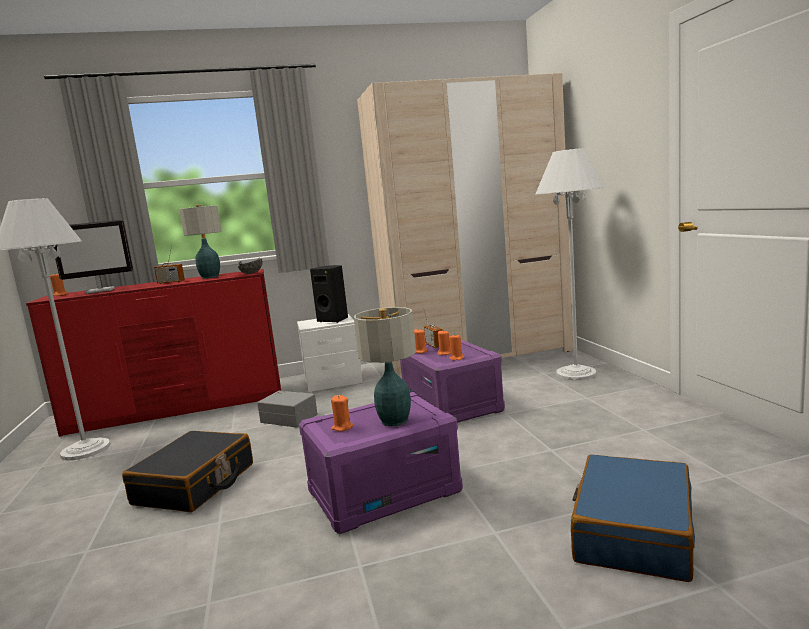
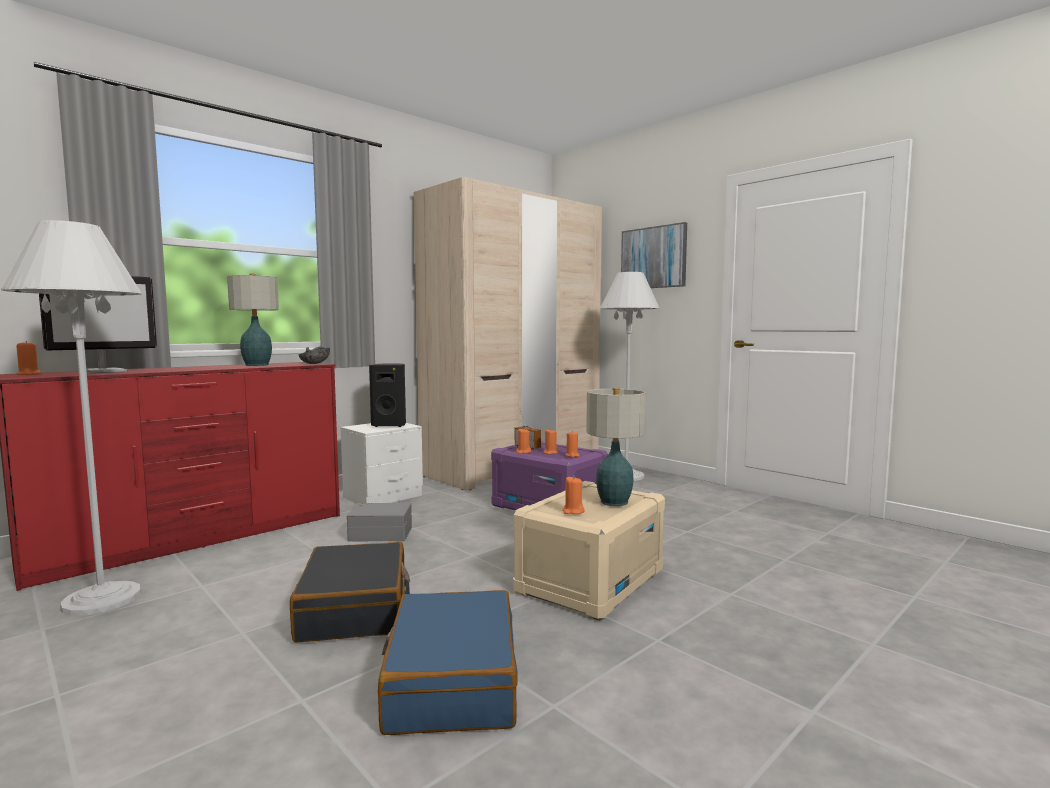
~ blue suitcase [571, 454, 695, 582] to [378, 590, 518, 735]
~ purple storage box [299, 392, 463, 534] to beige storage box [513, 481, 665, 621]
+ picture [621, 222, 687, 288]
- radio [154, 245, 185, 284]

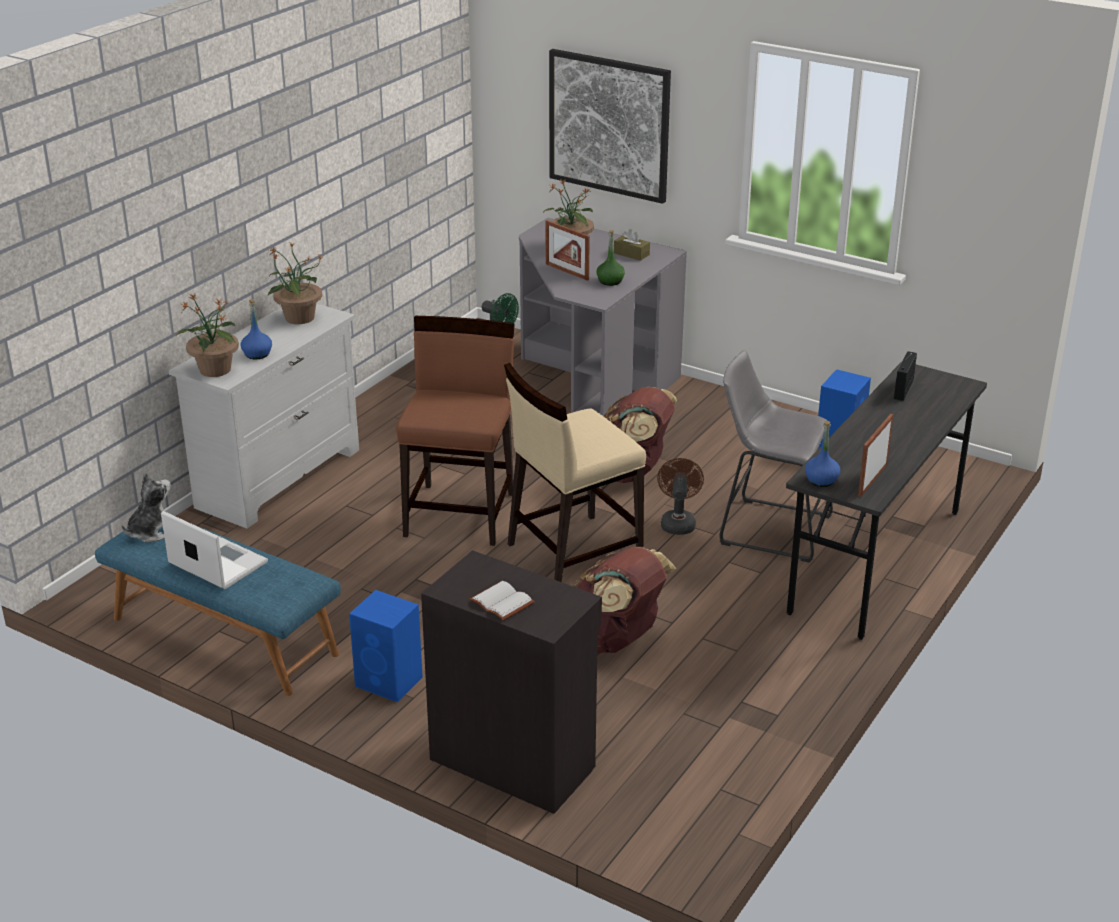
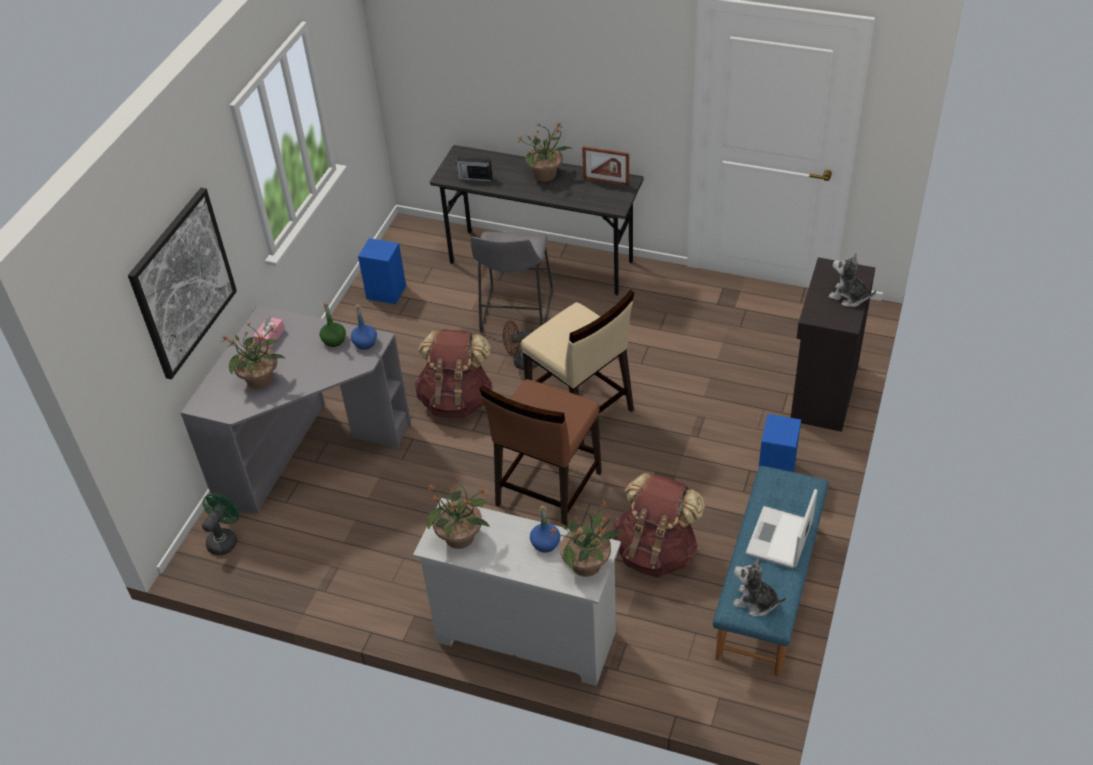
~ brown tissue box [614, 229, 650, 261] to pink tissue box [253, 316, 285, 349]
~ blue bottle [805, 421, 840, 487] to [351, 304, 377, 349]
~ brown chair [396, 316, 515, 546] = [479, 379, 602, 527] 60 degrees counterclockwise
+ potted plant [517, 123, 572, 181]
~ brown backpack [571, 547, 677, 654] to [613, 473, 705, 577]
~ white book [470, 581, 535, 621] to plush toy [829, 253, 876, 307]
- picture frame [546, 220, 590, 281]

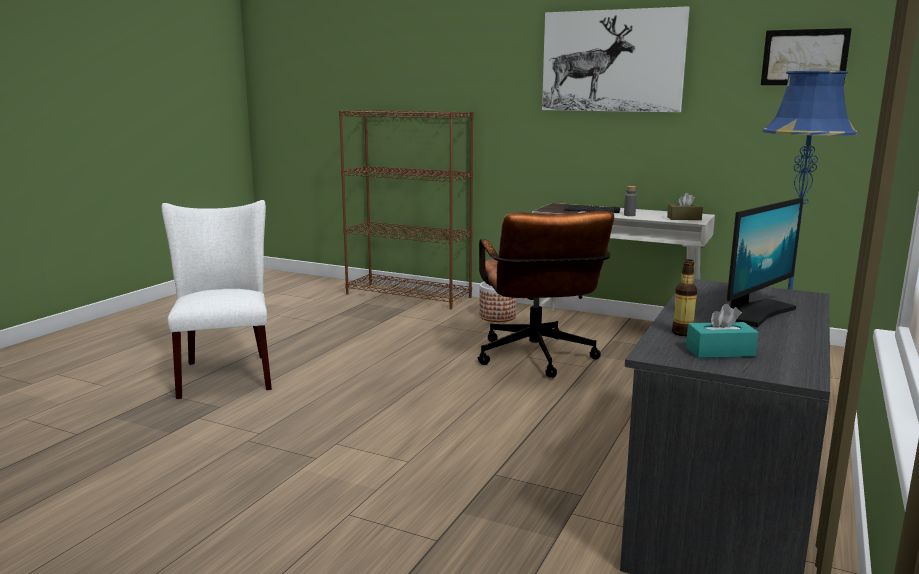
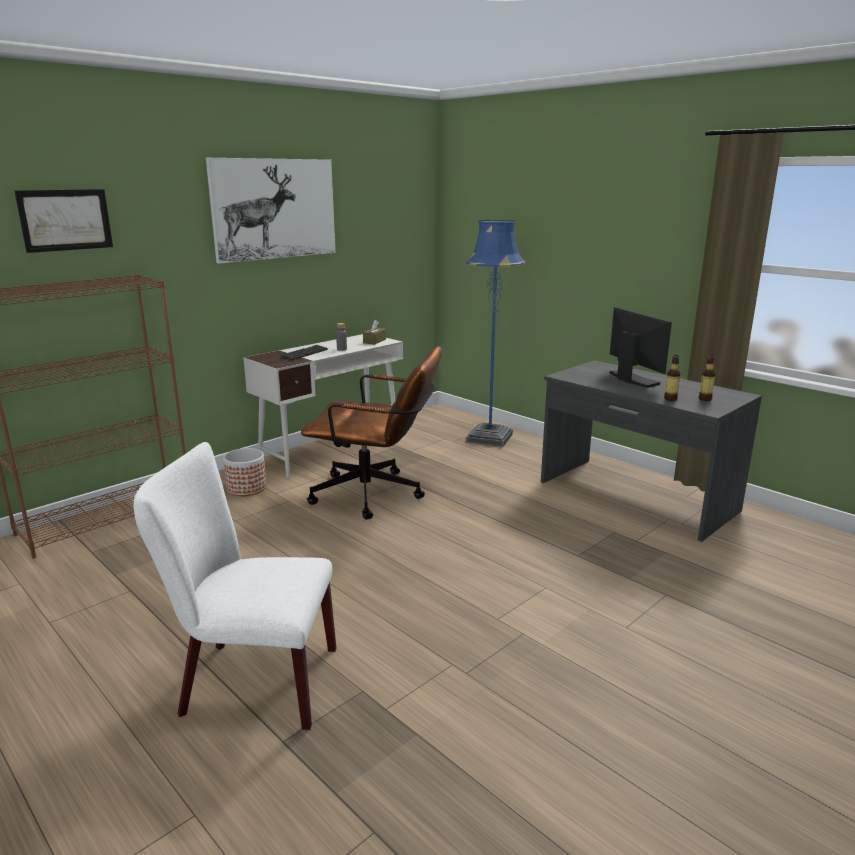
~ picture [761, 28, 852, 85] to [15, 189, 113, 253]
~ turquoise tissue box [686, 304, 758, 358] to bottle [699, 355, 716, 401]

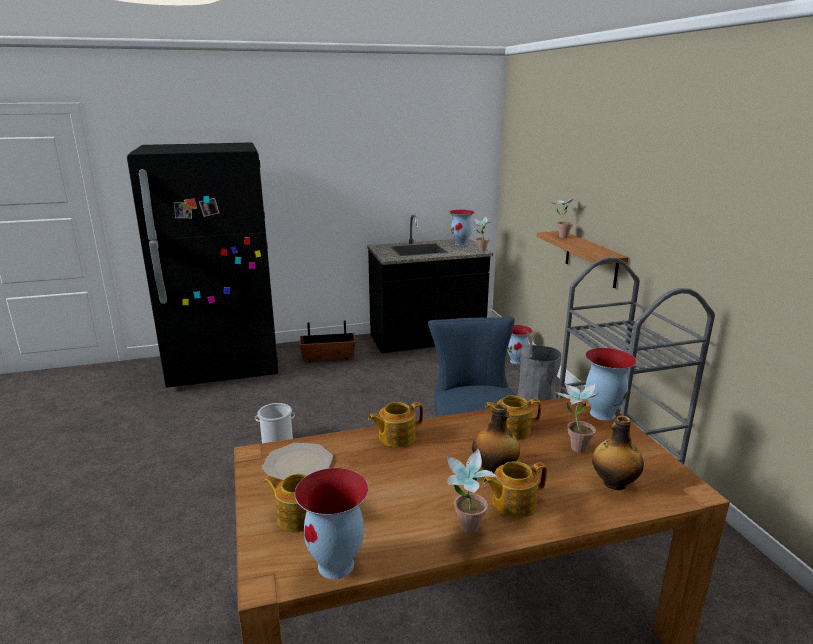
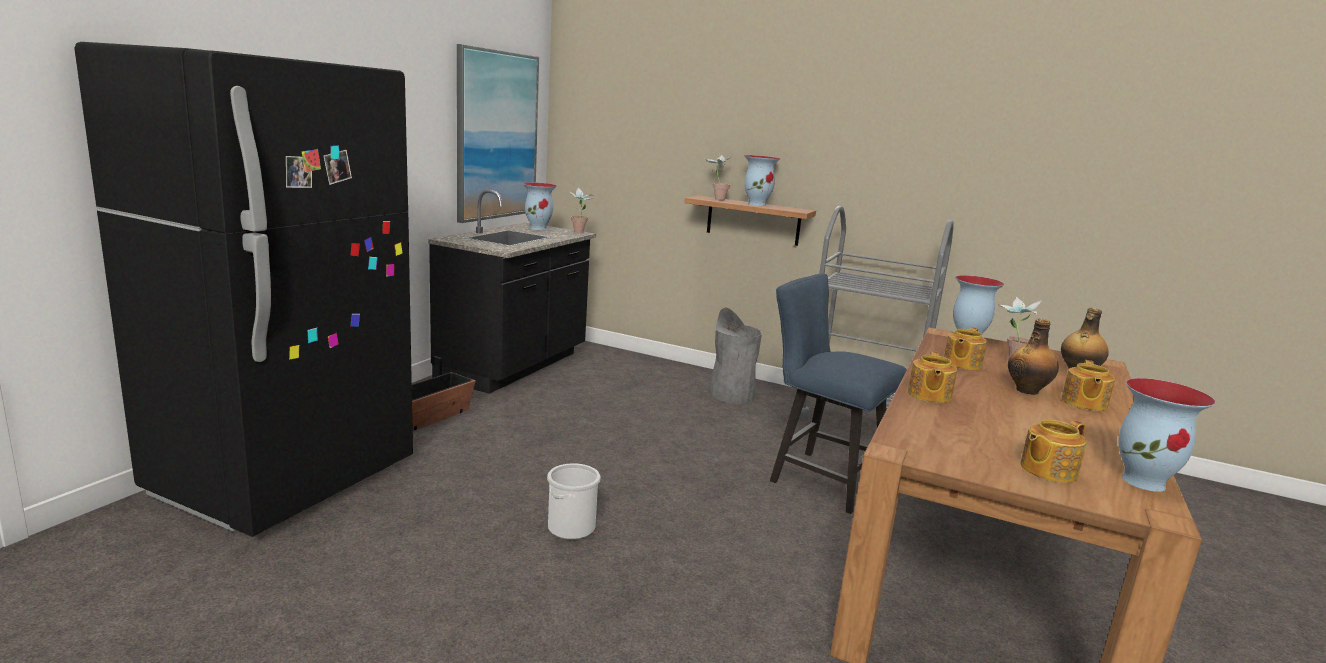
+ picture [457, 44, 539, 223]
~ vase [507, 325, 533, 364] to [744, 155, 780, 206]
- plate [262, 443, 333, 480]
- potted plant [446, 449, 498, 534]

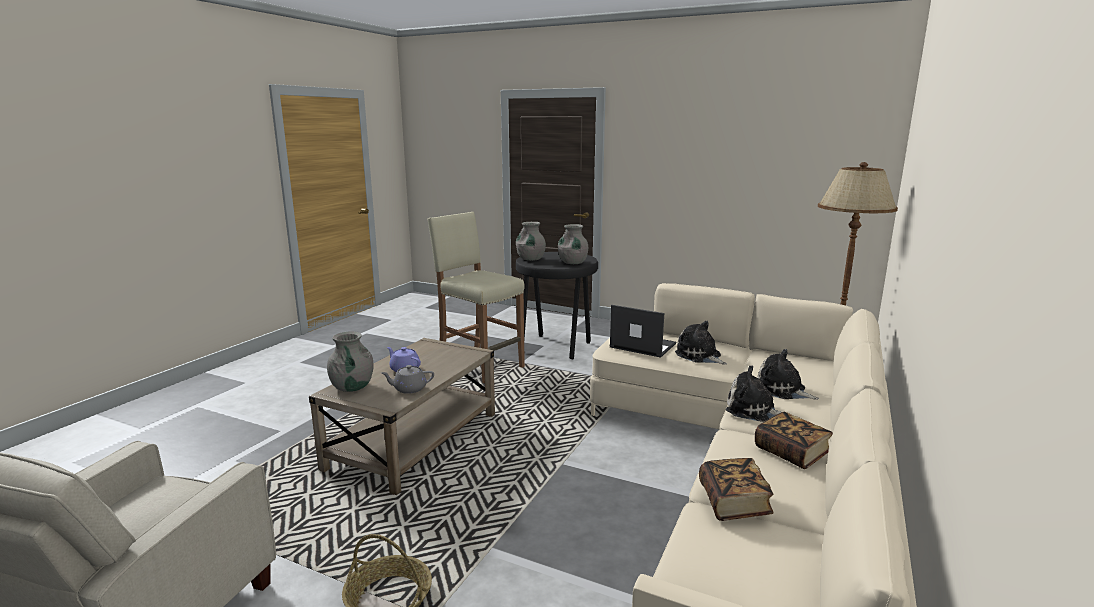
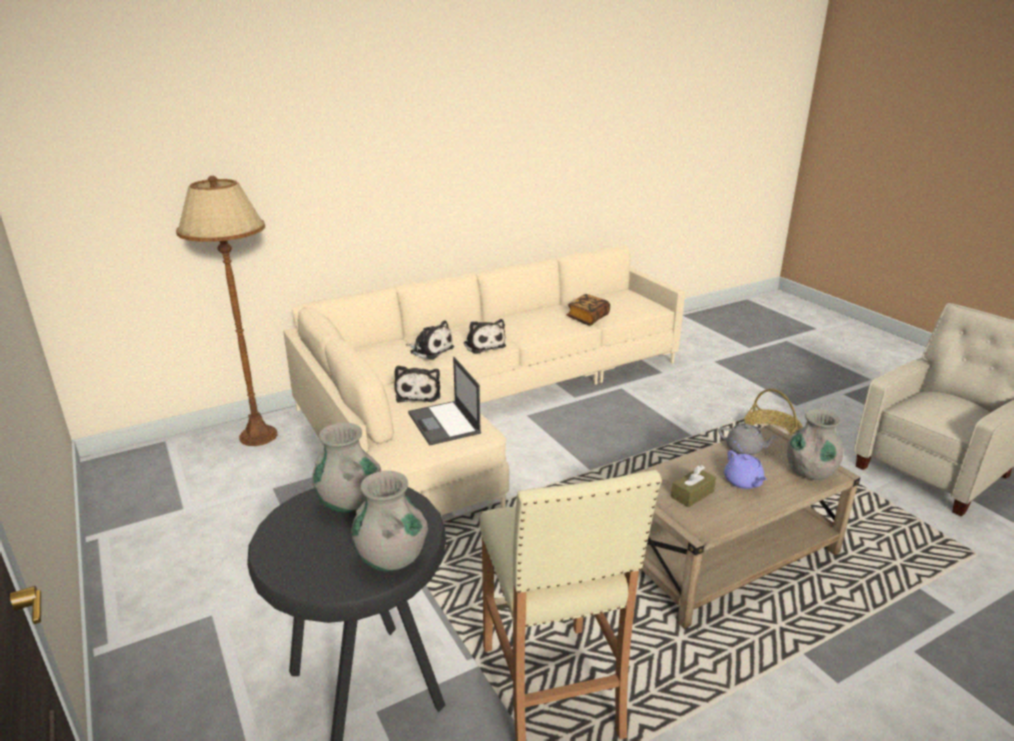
~ plush toy [757, 349, 819, 400] = [406, 320, 454, 359] 45 degrees counterclockwise
+ brown tissue box [671, 465, 716, 507]
- book [755, 412, 833, 469]

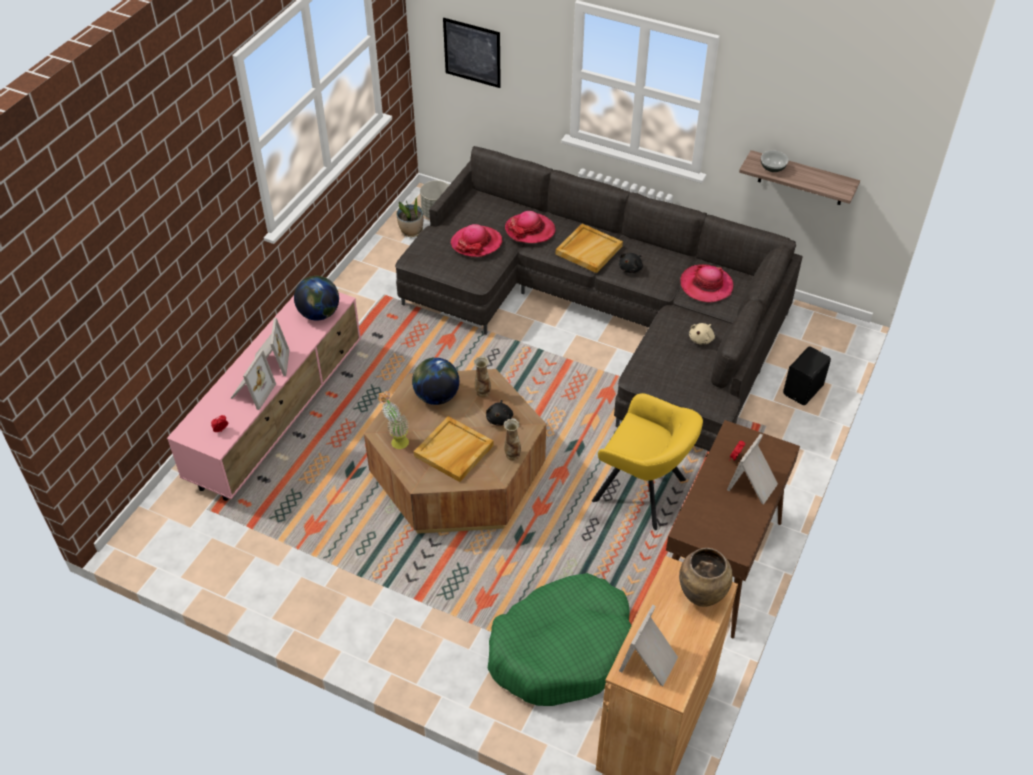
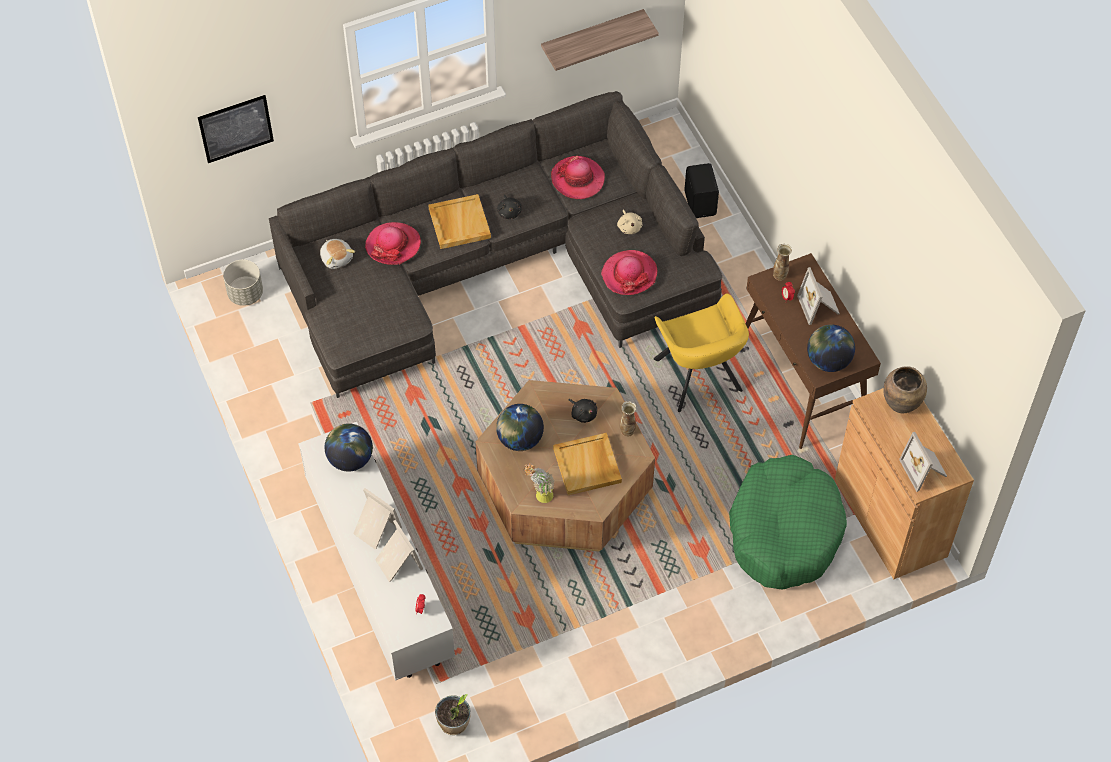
~ pink tv stand [167, 292, 361, 501] to white tv stand [298, 422, 455, 681]
+ plush toy [320, 239, 355, 269]
~ potted plant [396, 197, 423, 237] to [435, 694, 471, 735]
~ hat [451, 224, 502, 257] to [601, 250, 657, 295]
~ yellow armchair [592, 393, 703, 530] = [654, 294, 749, 412] 90 degrees clockwise
~ vase [474, 356, 491, 397] to [773, 243, 792, 281]
+ globe [807, 324, 855, 372]
- bowl [761, 150, 789, 172]

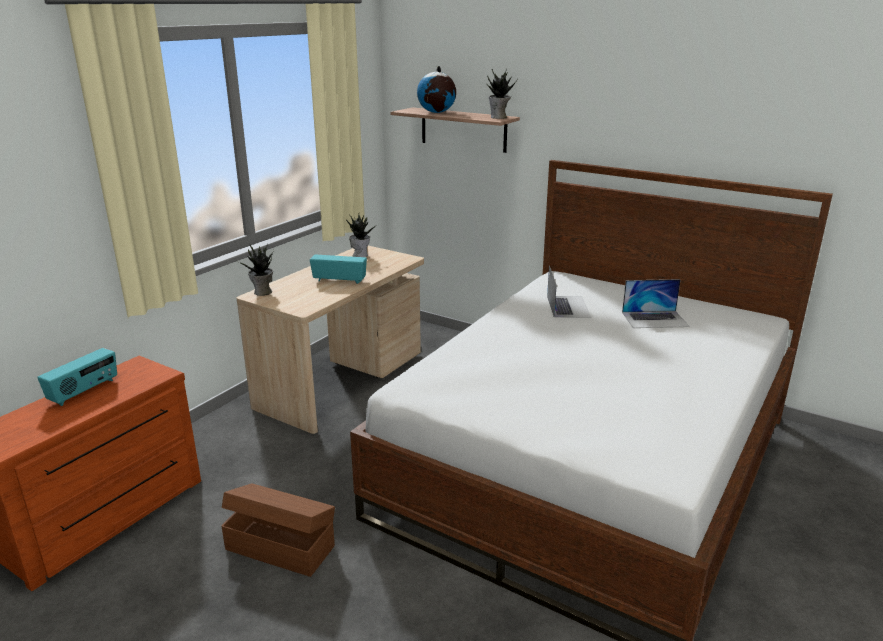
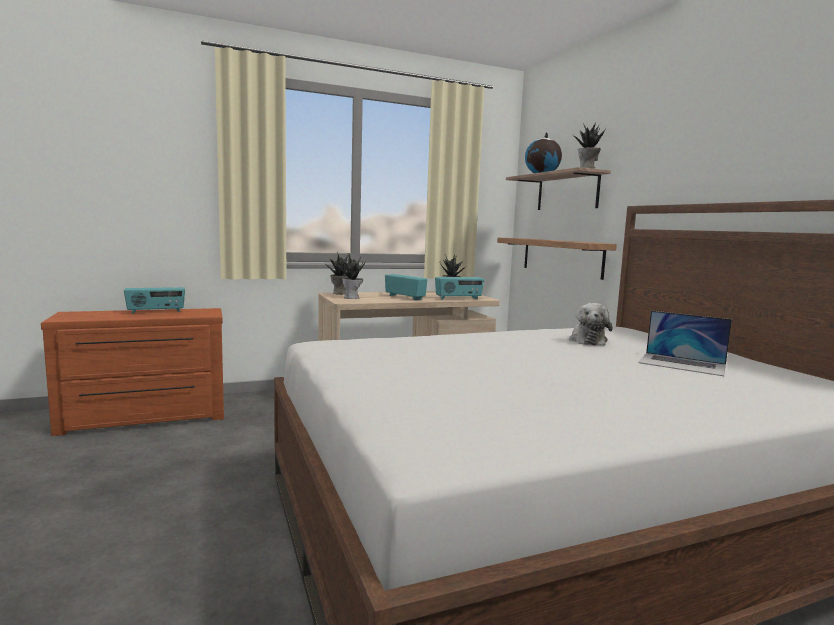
+ potted plant [336, 254, 366, 299]
+ radio [435, 277, 484, 300]
+ shelf [497, 238, 617, 280]
~ laptop [547, 265, 591, 318] to plush toy [569, 303, 613, 346]
- brown storage box [221, 483, 335, 577]

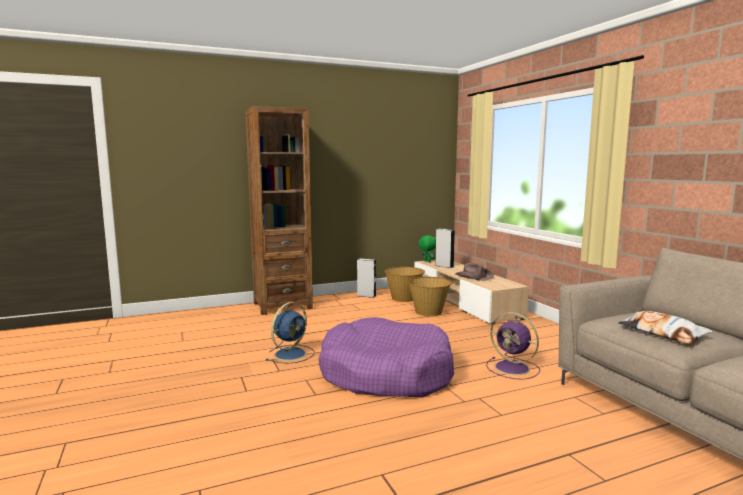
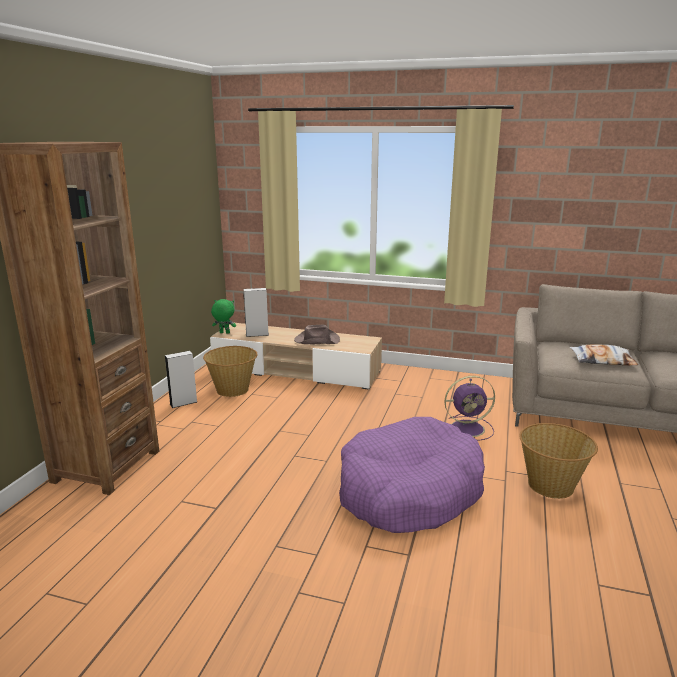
~ basket [408, 277, 452, 316] to [519, 423, 598, 499]
- blue fan [265, 302, 315, 364]

